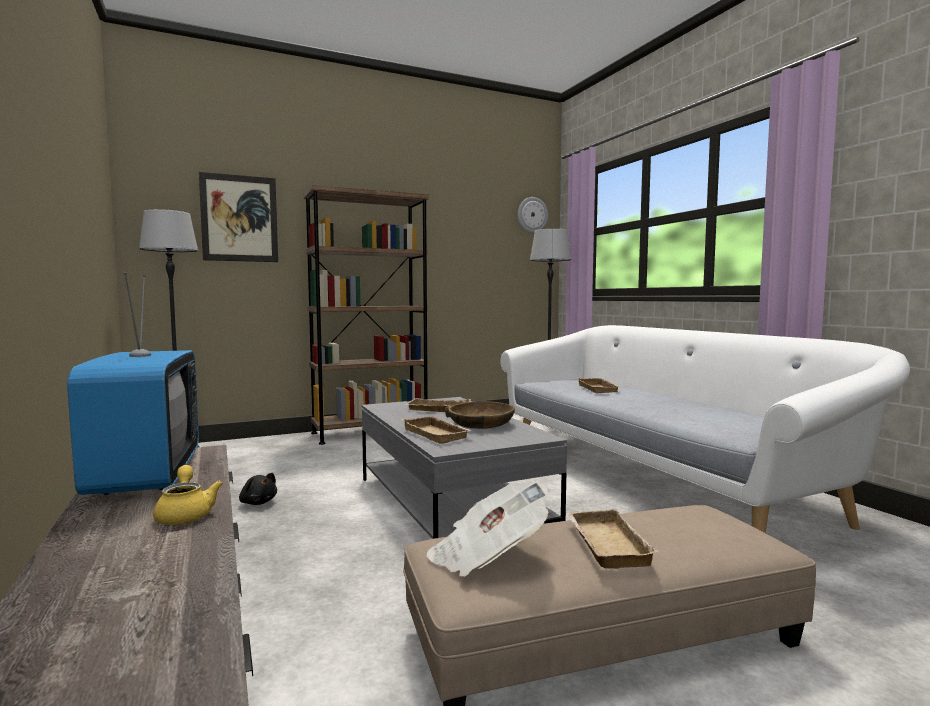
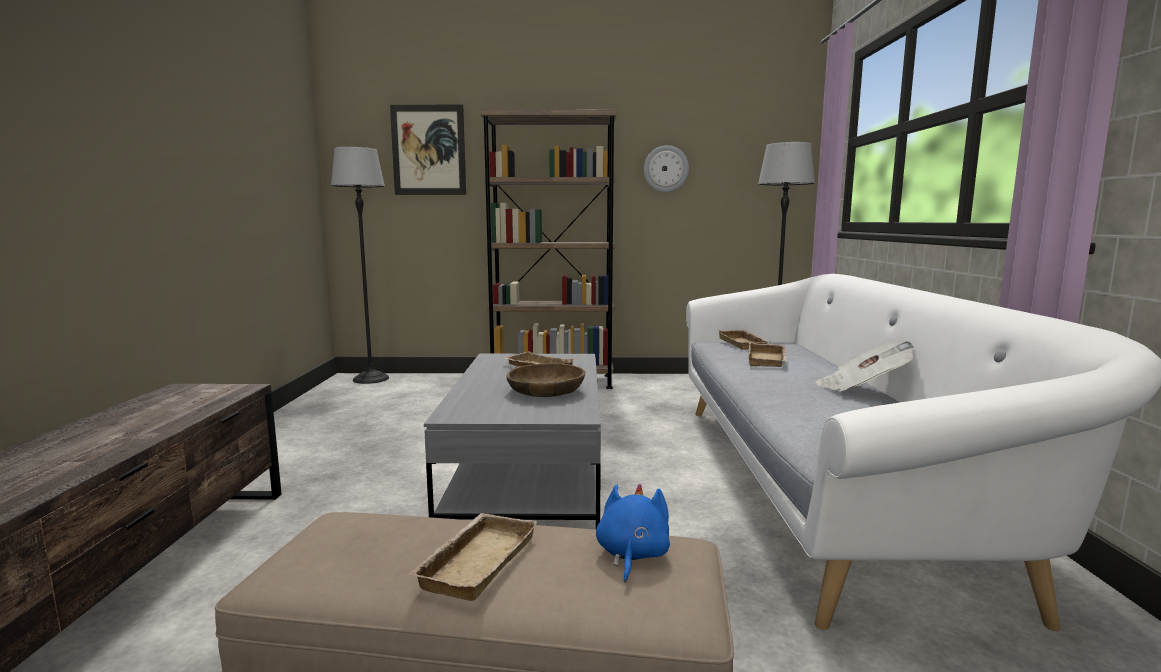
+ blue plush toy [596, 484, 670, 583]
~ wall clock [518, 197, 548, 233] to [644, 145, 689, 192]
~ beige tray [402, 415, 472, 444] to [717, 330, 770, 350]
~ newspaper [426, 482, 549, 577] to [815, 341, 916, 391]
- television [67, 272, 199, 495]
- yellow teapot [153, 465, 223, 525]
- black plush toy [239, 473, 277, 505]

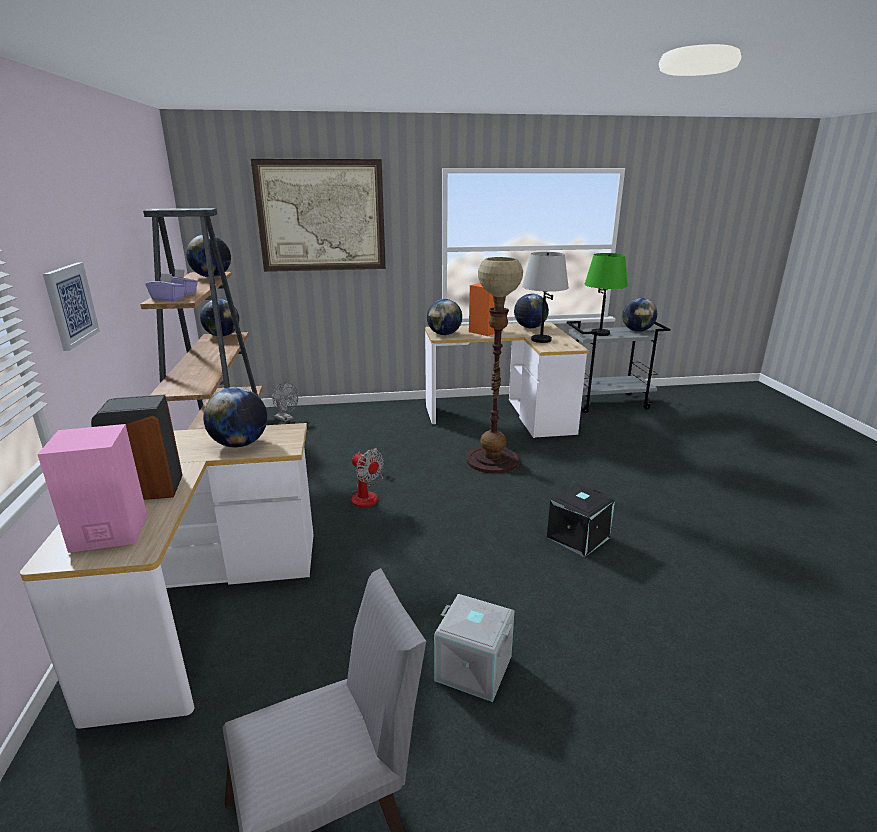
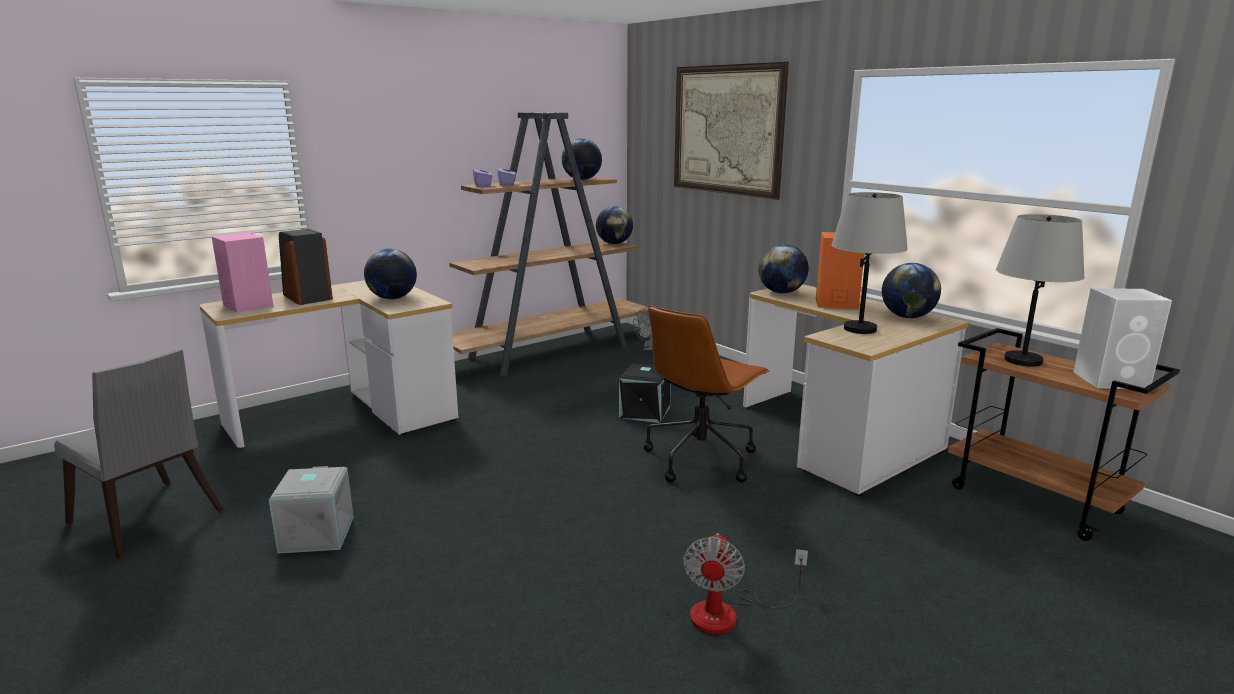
~ black storage box [547, 484, 615, 557] to [619, 363, 671, 423]
~ floor lamp [466, 257, 523, 474] to brown office chair [644, 306, 769, 483]
~ fan [352, 448, 384, 508] to [683, 533, 808, 634]
~ grey cart [567, 321, 670, 413] to brown cart [948, 328, 1180, 541]
~ green table lamp [585, 253, 628, 336] to grey table lamp [996, 214, 1085, 367]
~ globe [622, 298, 657, 332] to white speaker [1074, 288, 1172, 389]
- picture [43, 262, 100, 351]

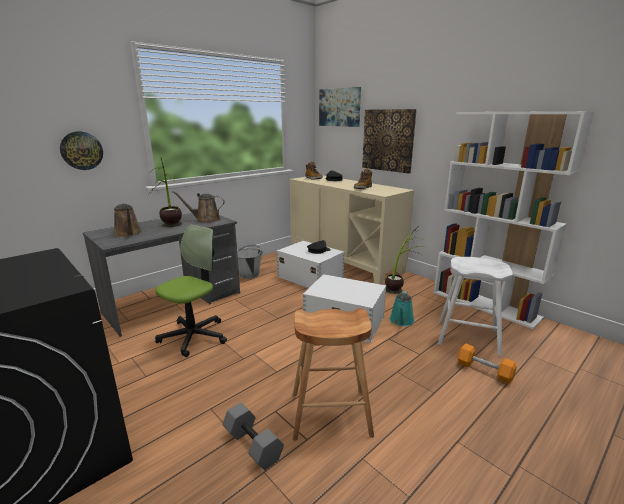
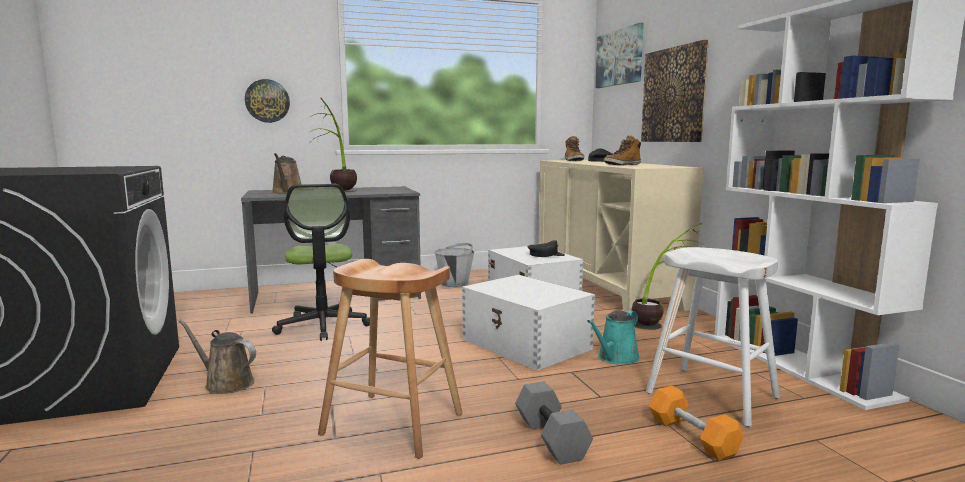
~ brown watering can [172, 191, 225, 223] to [179, 319, 256, 394]
~ office chair [155, 224, 227, 357] = [272, 184, 370, 341] 105 degrees clockwise
~ grey dumbbell [222, 402, 284, 470] to [515, 382, 593, 464]

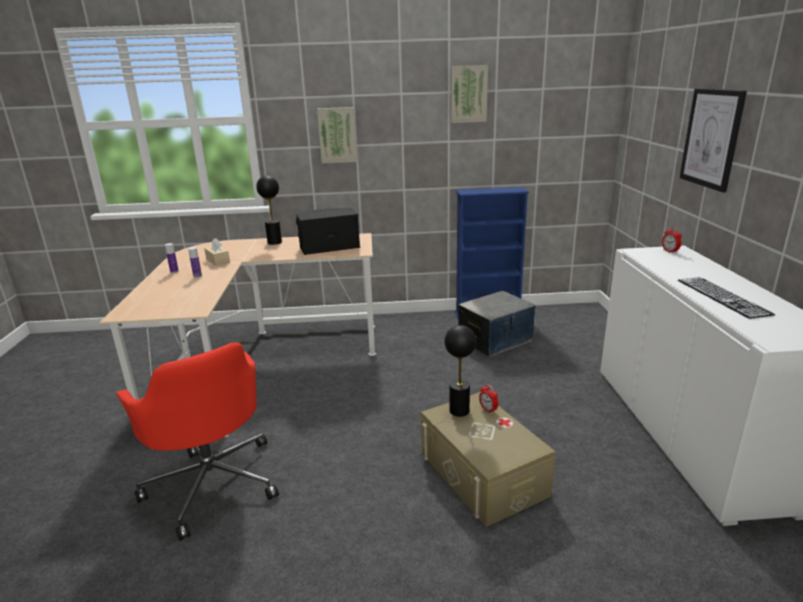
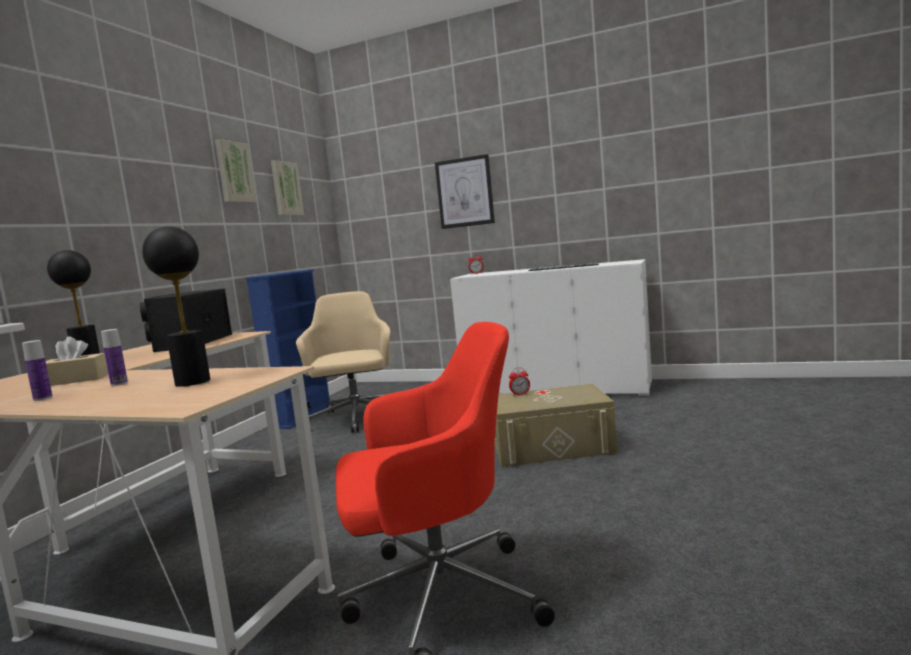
~ black table lamp [445, 325, 476, 417] to [142, 226, 210, 387]
~ picture [317, 107, 357, 163] to [271, 160, 304, 216]
~ storage box [458, 291, 536, 357] to beige office chair [296, 291, 391, 433]

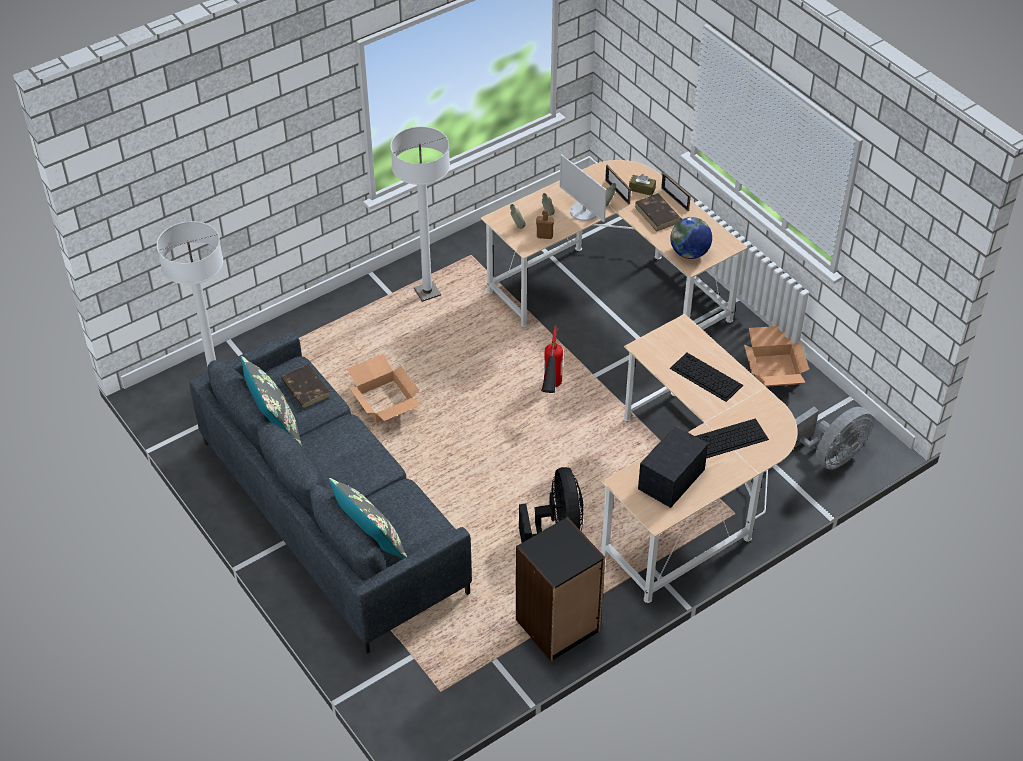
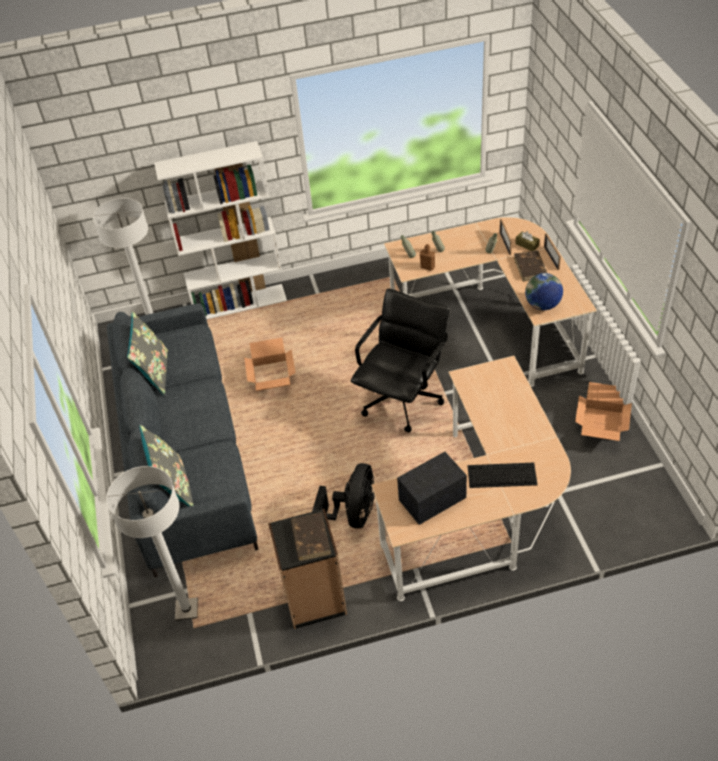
~ white floor lamp [391, 126, 450, 302] to [106, 466, 198, 621]
+ white bookcase [154, 141, 287, 319]
~ brown book [281, 364, 331, 408] to [291, 512, 331, 561]
~ fire extinguisher [541, 325, 563, 393] to black office chair [351, 289, 449, 432]
- monitor [560, 154, 607, 222]
- keyboard [670, 353, 743, 402]
- grey fan [794, 407, 874, 470]

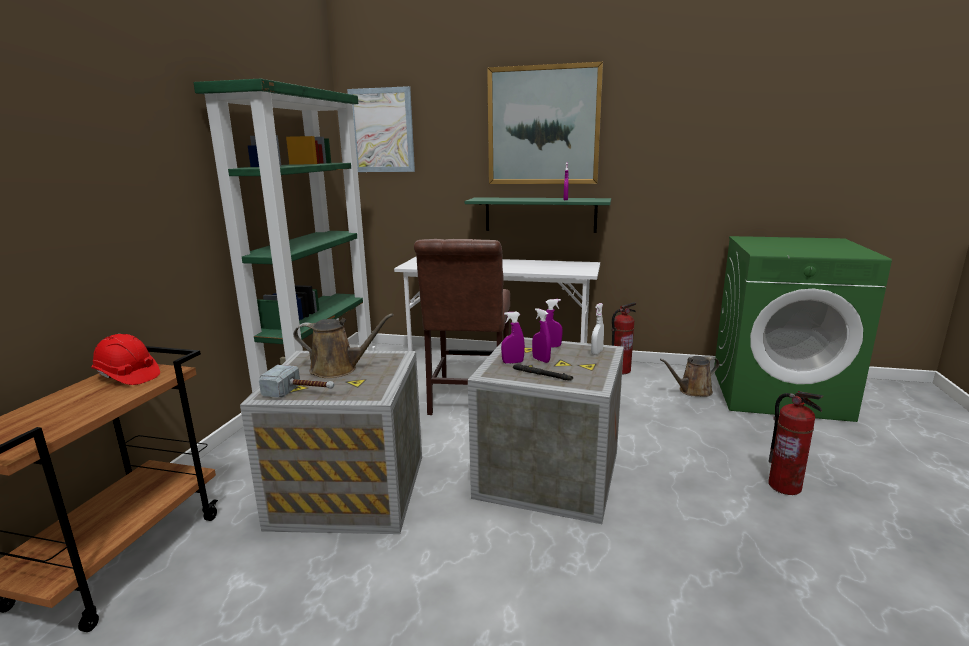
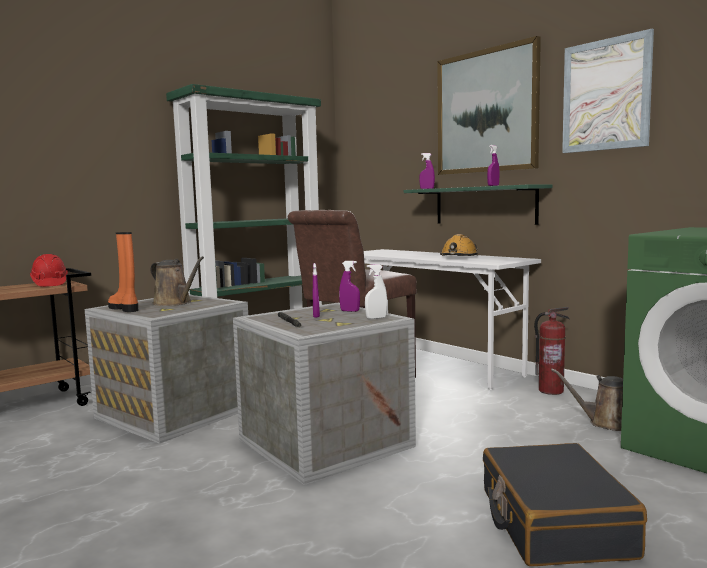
~ hammer [259, 365, 334, 398] to orange boot [108, 232, 138, 312]
~ purple spray bottle [501, 312, 525, 364] to [419, 153, 435, 189]
+ orange hard hat [440, 234, 478, 256]
~ fire extinguisher [768, 391, 823, 495] to black suitcase [483, 443, 647, 566]
~ picture [347, 86, 415, 172] to [562, 29, 654, 153]

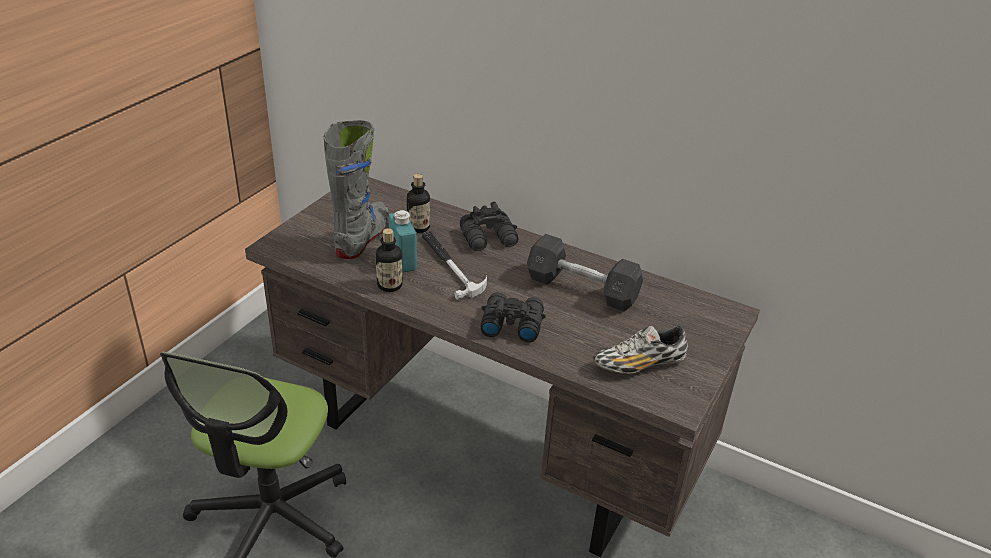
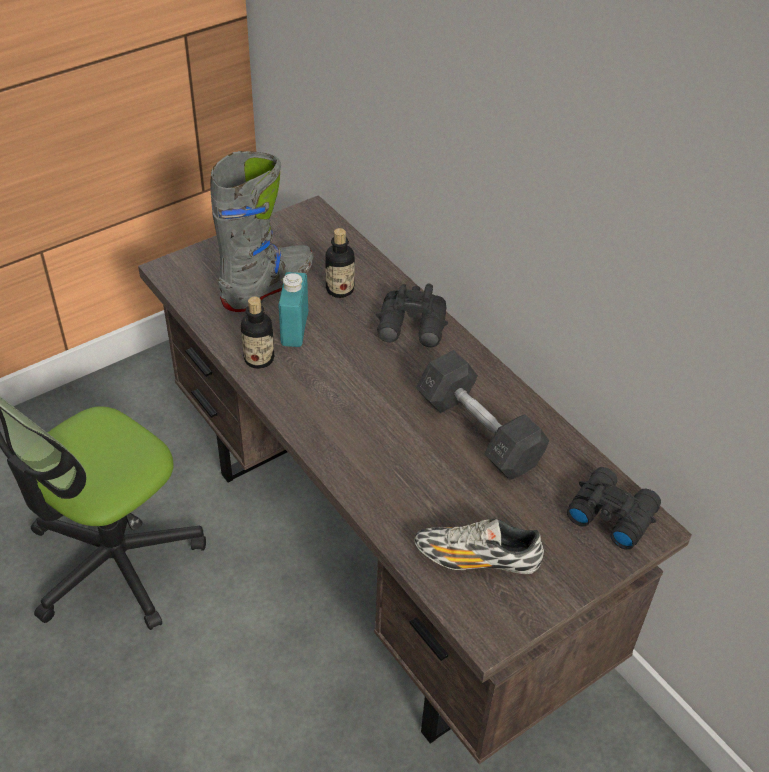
~ black binoculars [481, 292, 546, 342] to [567, 467, 661, 550]
- hammer [422, 231, 487, 300]

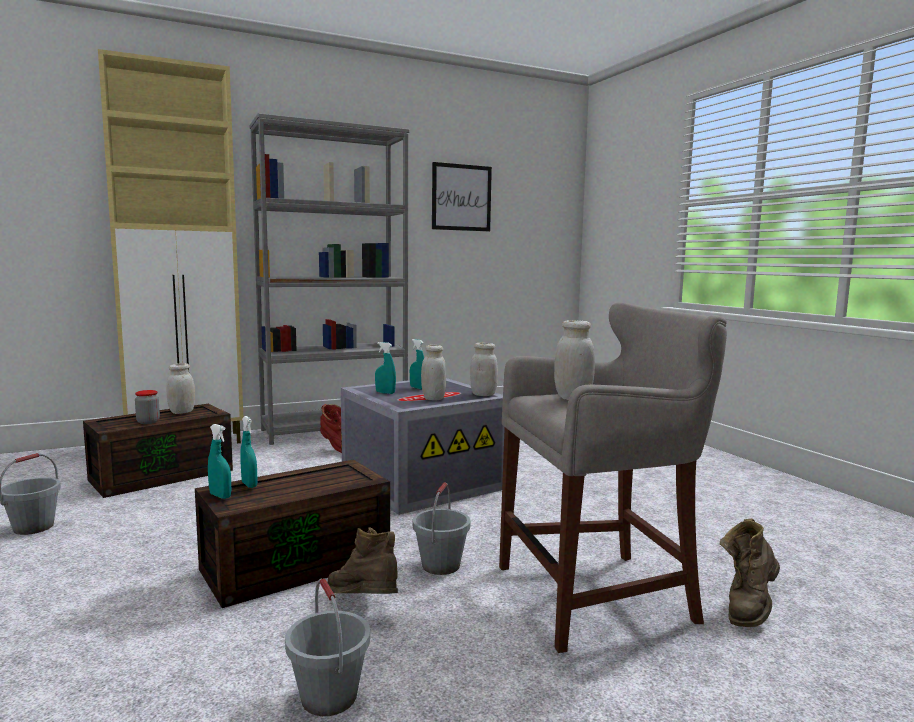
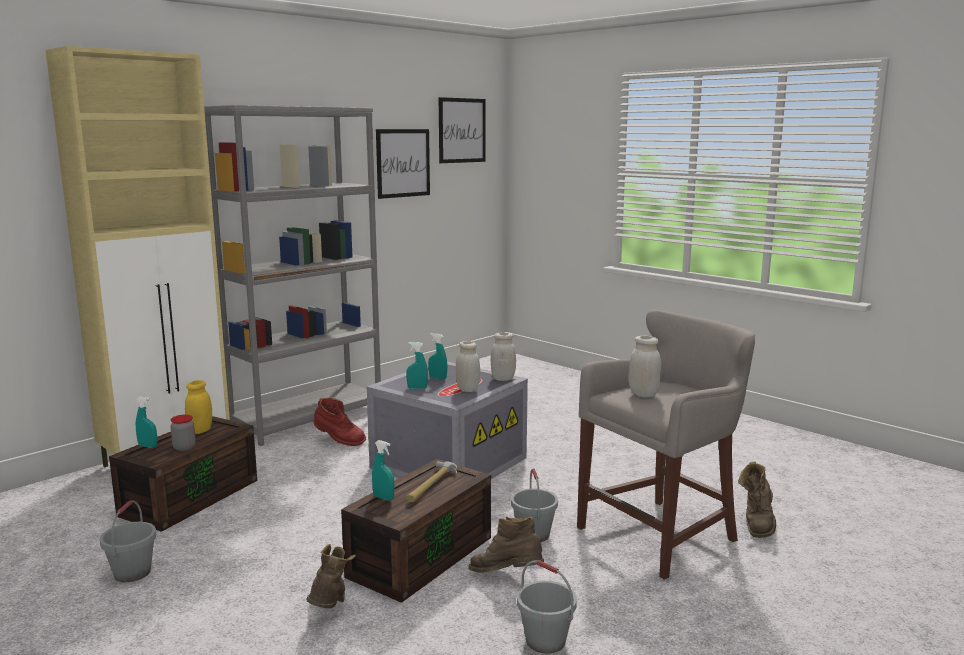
~ turquoise spray bottle [208, 424, 231, 499] to [136, 396, 157, 448]
~ white jar [167, 363, 195, 414] to yellow jar [185, 380, 212, 434]
+ brown boot [306, 544, 355, 609]
+ hammer [406, 461, 457, 502]
+ picture [439, 97, 486, 163]

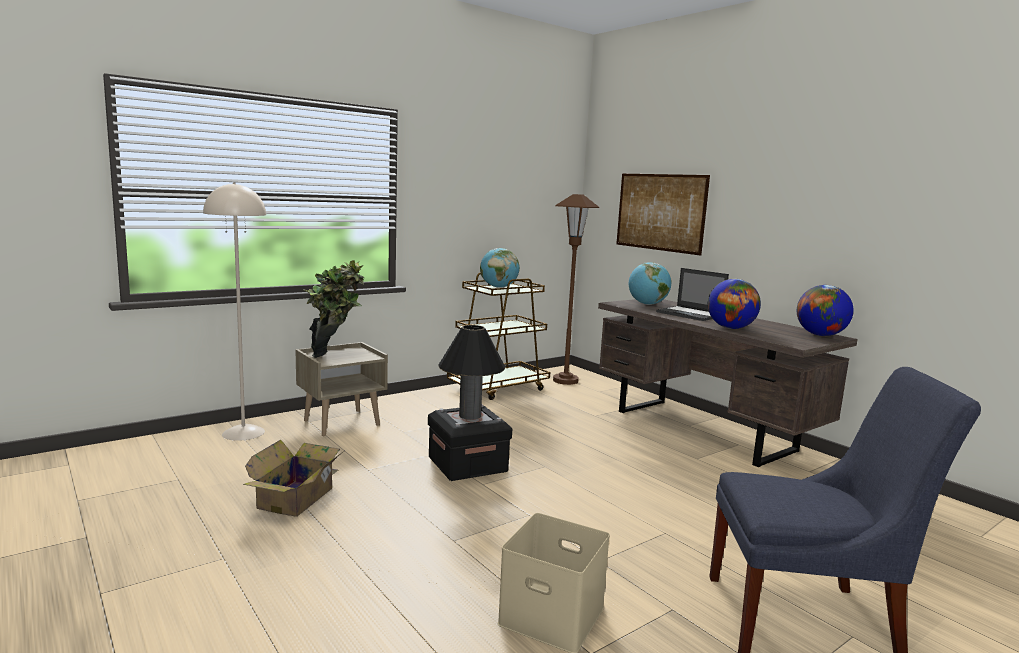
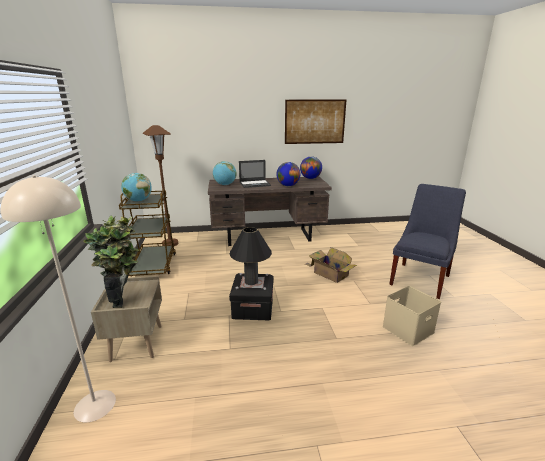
~ picture [616, 174, 710, 255] to [285, 99, 346, 144]
~ cardboard box [243, 440, 344, 517] to [306, 247, 357, 283]

